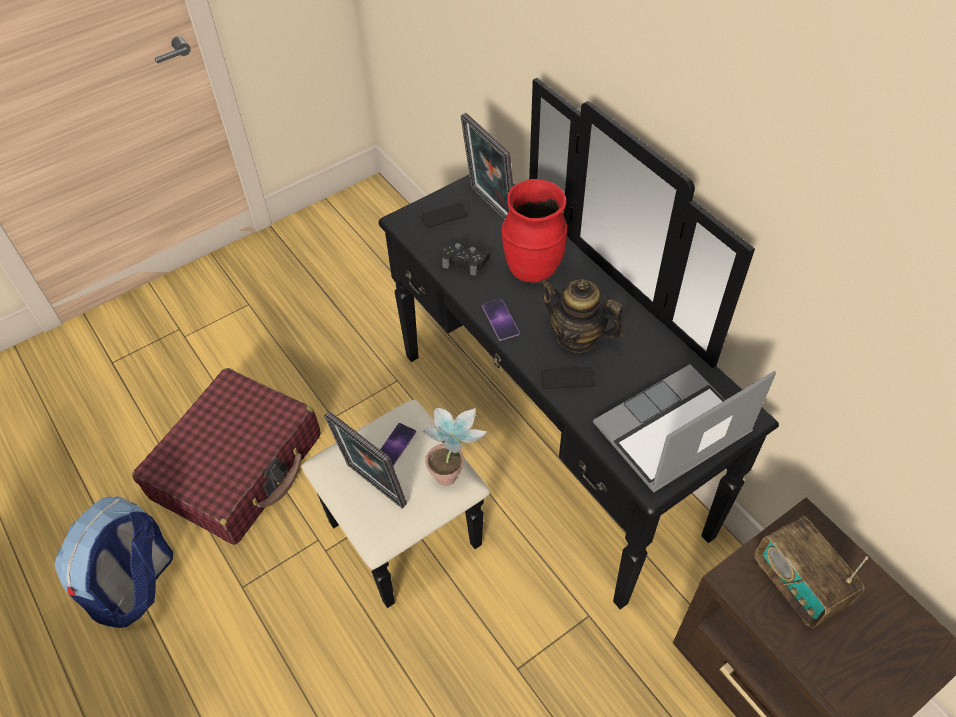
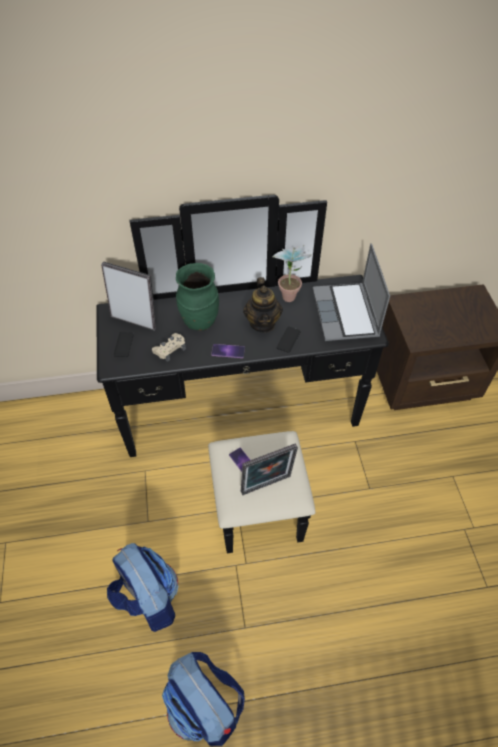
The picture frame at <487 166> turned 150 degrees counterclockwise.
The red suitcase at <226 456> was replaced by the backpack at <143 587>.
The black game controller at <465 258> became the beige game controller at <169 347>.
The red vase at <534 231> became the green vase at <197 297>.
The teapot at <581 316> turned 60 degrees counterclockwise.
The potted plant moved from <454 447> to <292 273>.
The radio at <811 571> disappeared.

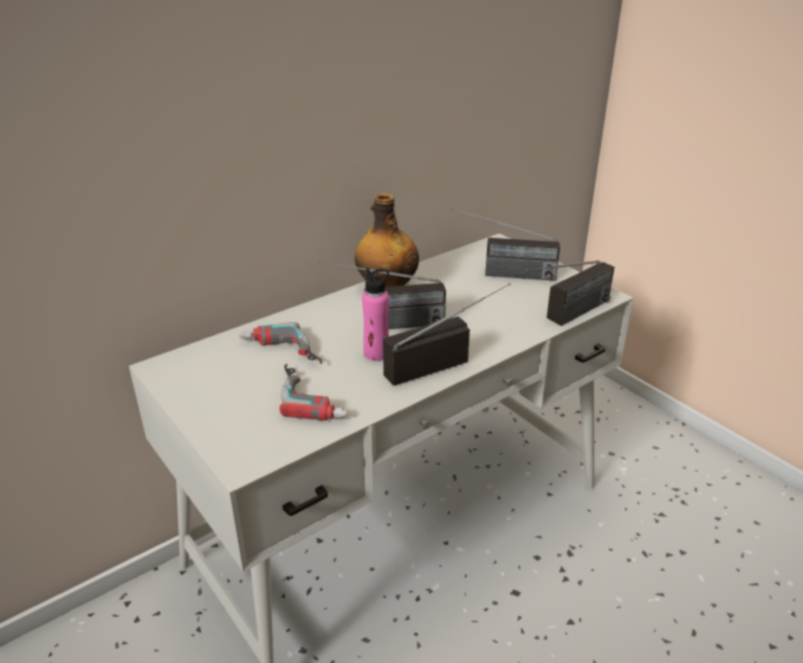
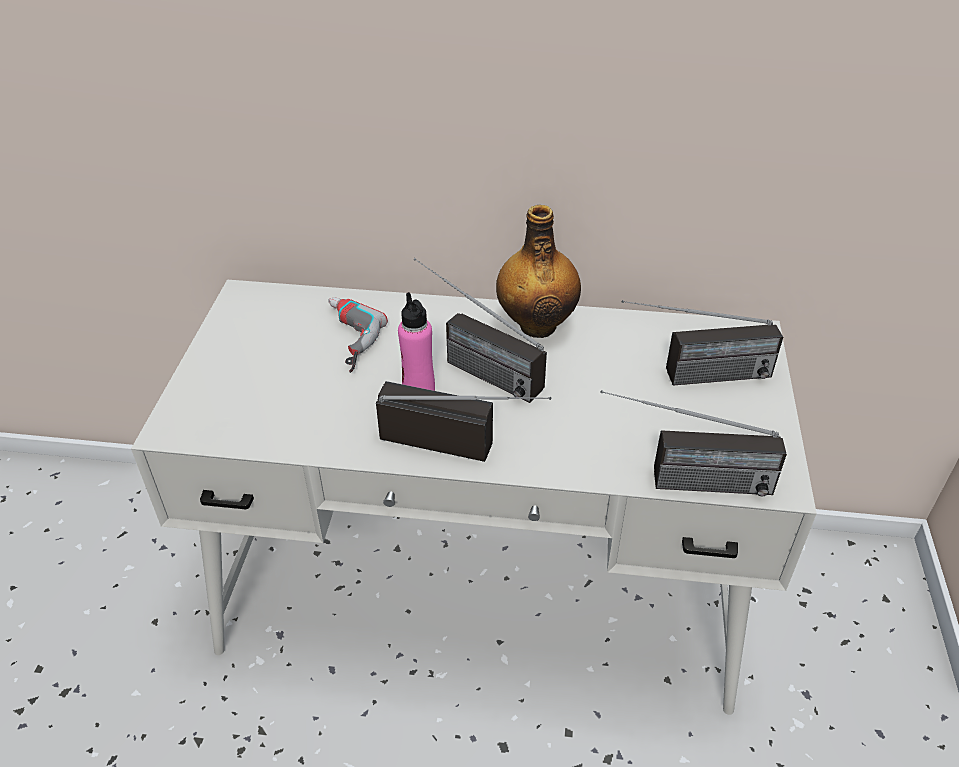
The radio at <505 244> turned 60 degrees counterclockwise.
The power drill at <314 392> disappeared.

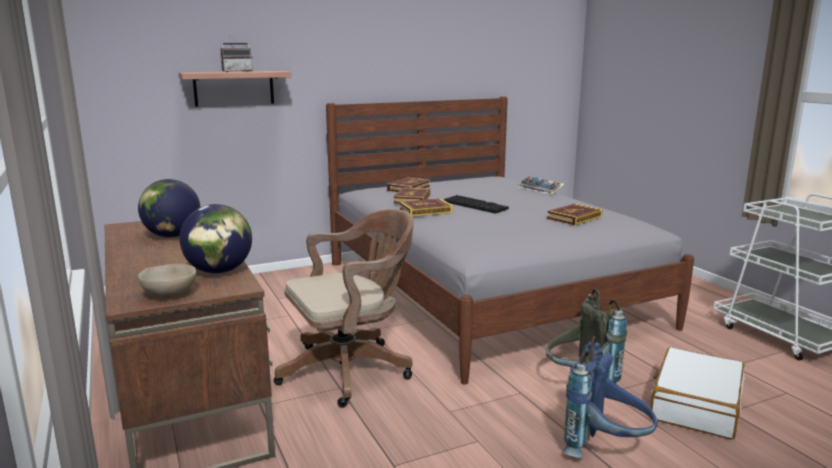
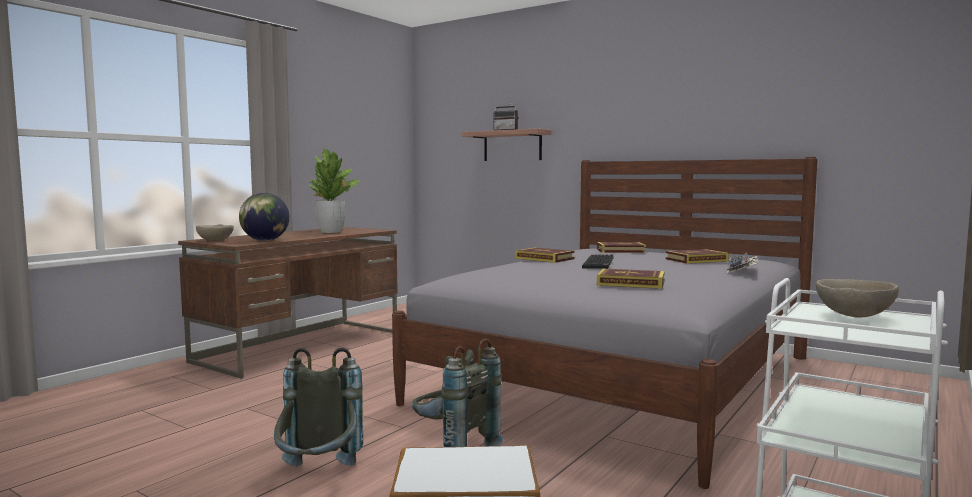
The blue backpack at <610 397> became the grey backpack at <318 407>.
The globe at <169 208> was replaced by the potted plant at <334 191>.
The book moved from <412 195> to <697 256>.
The beige bowl at <857 298> appeared.
The brown office chair at <344 308> disappeared.

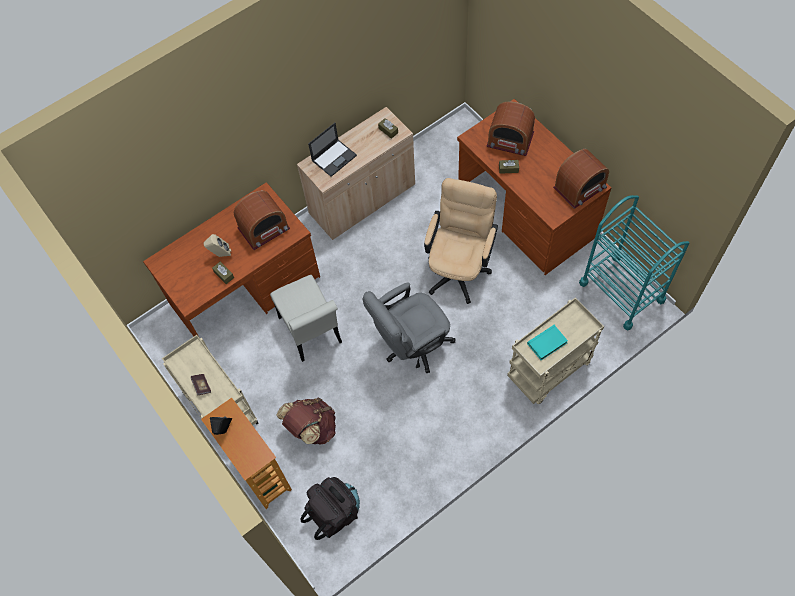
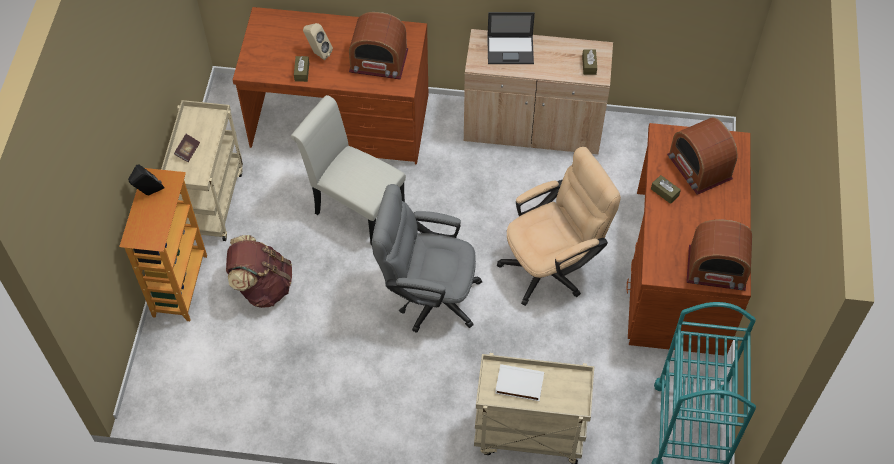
The white chair at <306 318> turned 105 degrees clockwise.
The turquoise book at <547 342> became the white book at <519 382>.
The black backpack at <330 508> disappeared.

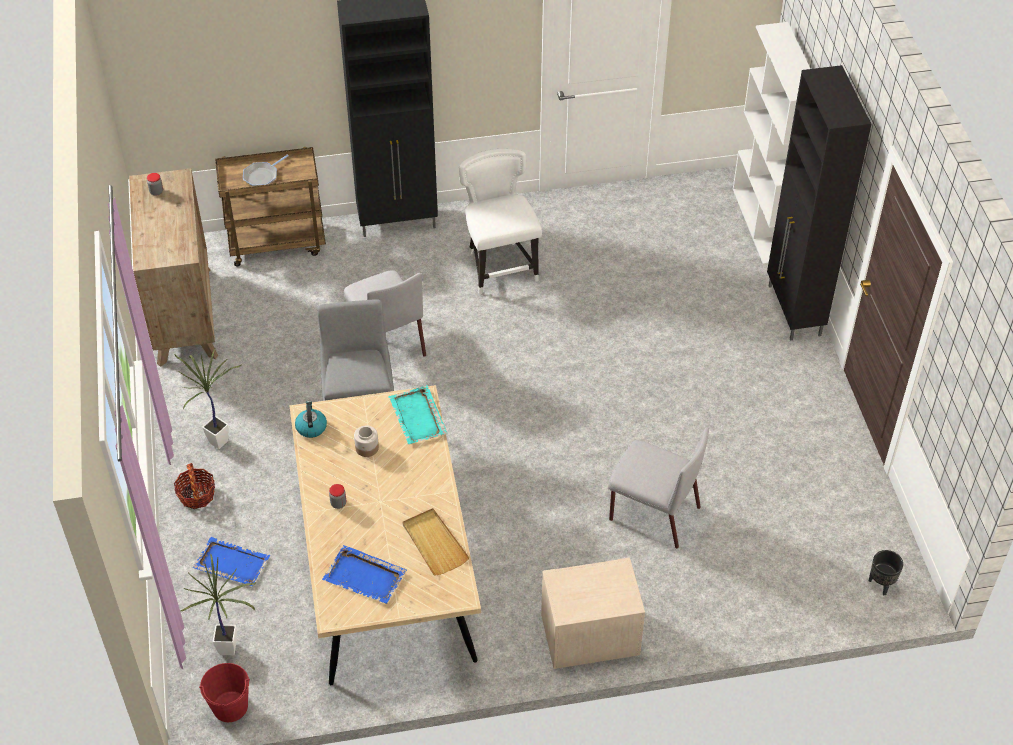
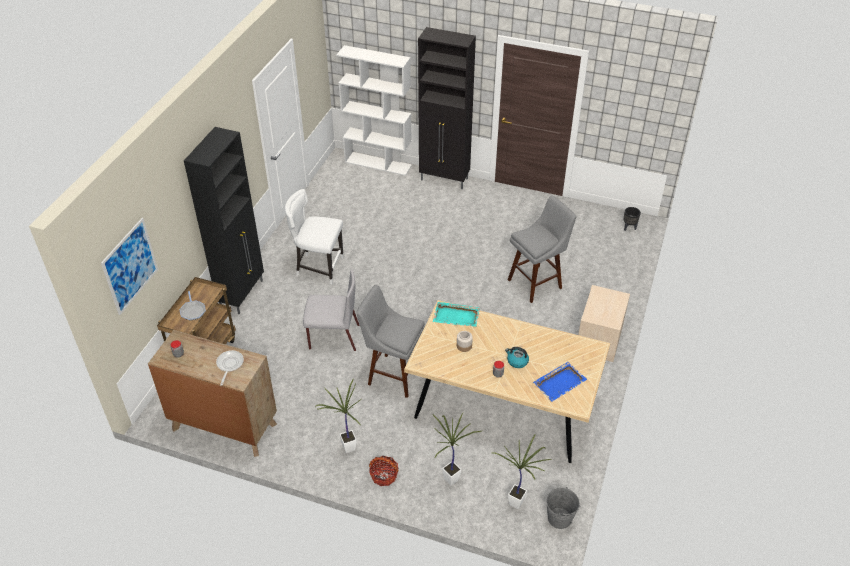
The picture at <129 266> appeared.
The frying pan at <230 368> appeared.
The blue tray at <231 561> was replaced by the potted plant at <457 449>.
The kettle moved from <311 419> to <517 357>.
The grey chair at <658 487> was replaced by the grey stool at <542 249>.
The red bucket at <224 692> became the grey bucket at <563 508>.
The beige tray at <435 542> disappeared.

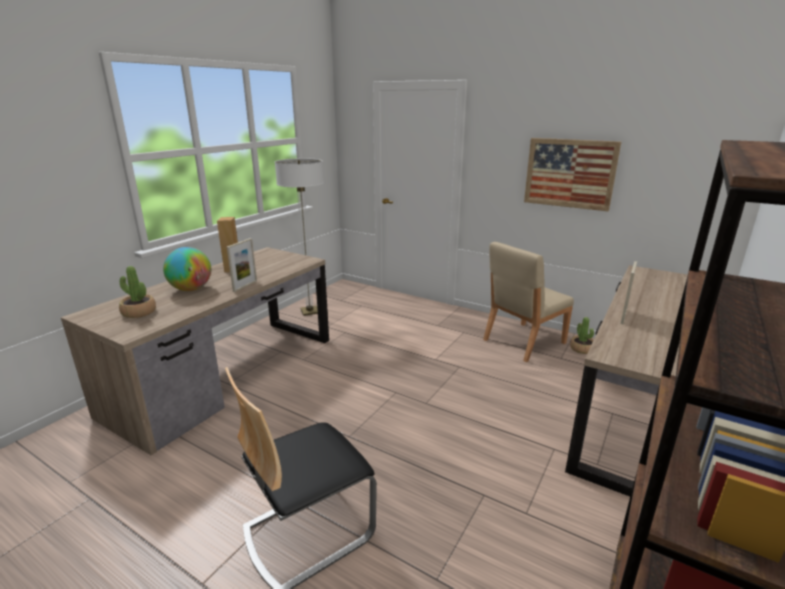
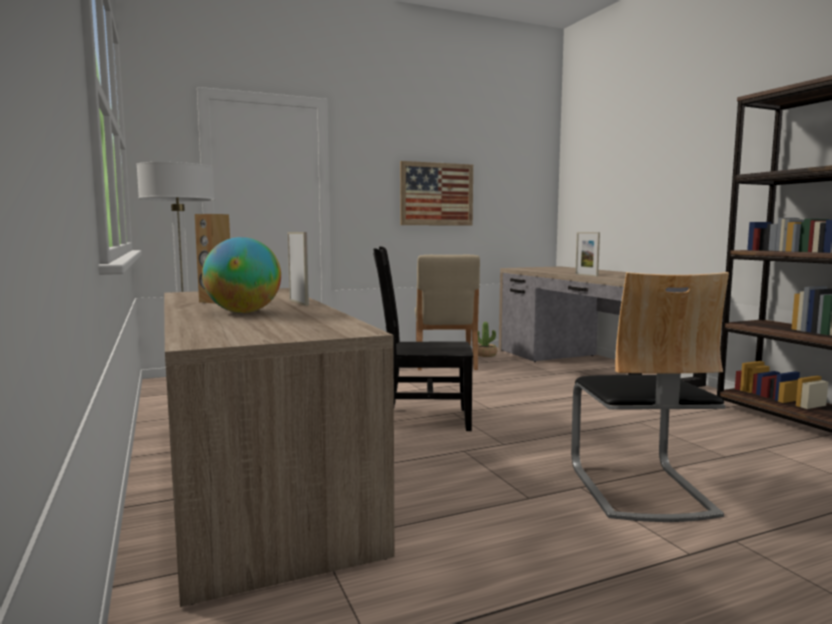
The black chair at <423 338> appeared.
The potted plant at <137 292> disappeared.

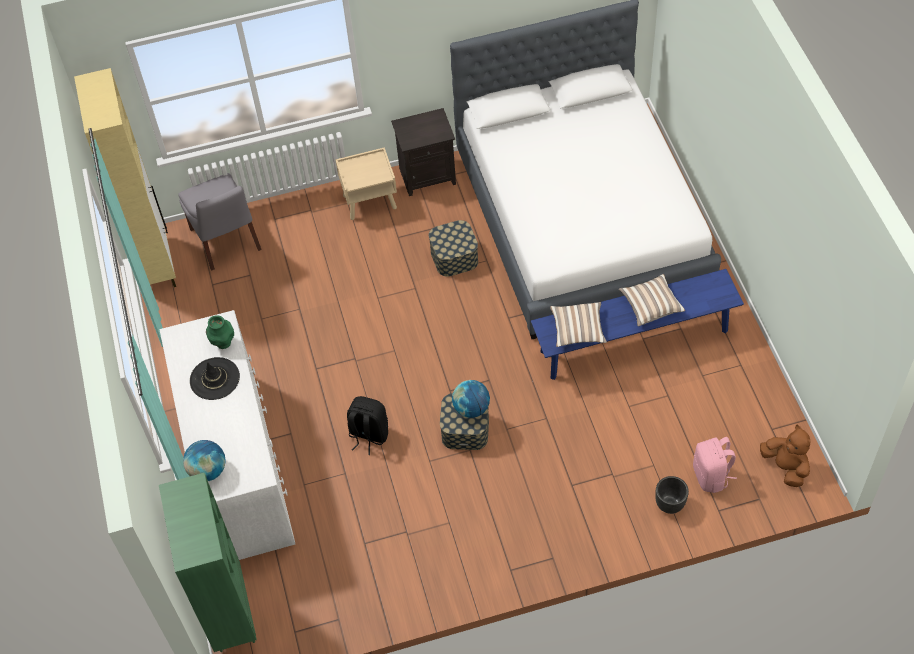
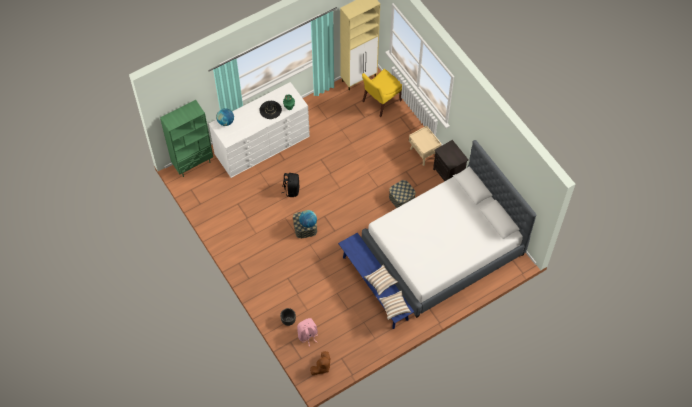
The grey chair at <220 222> became the yellow chair at <382 93>.
The pillow moved from <578 324> to <395 305>.

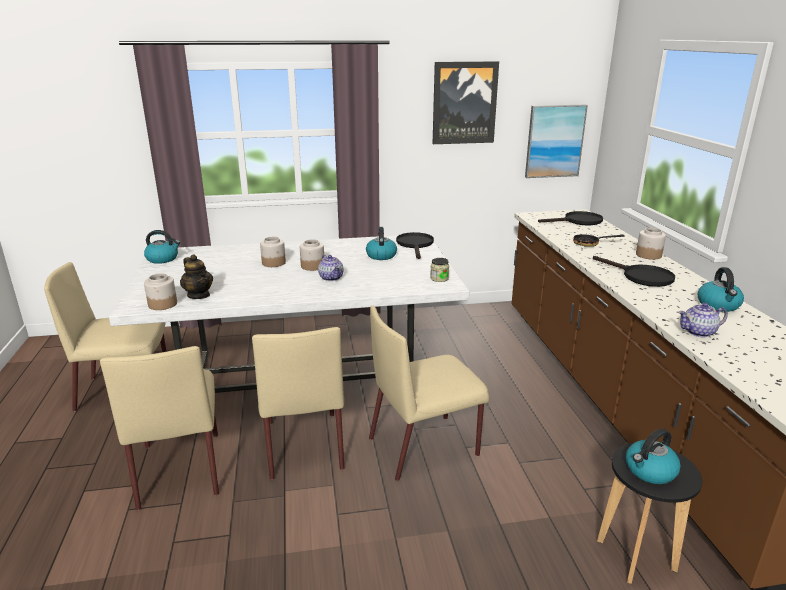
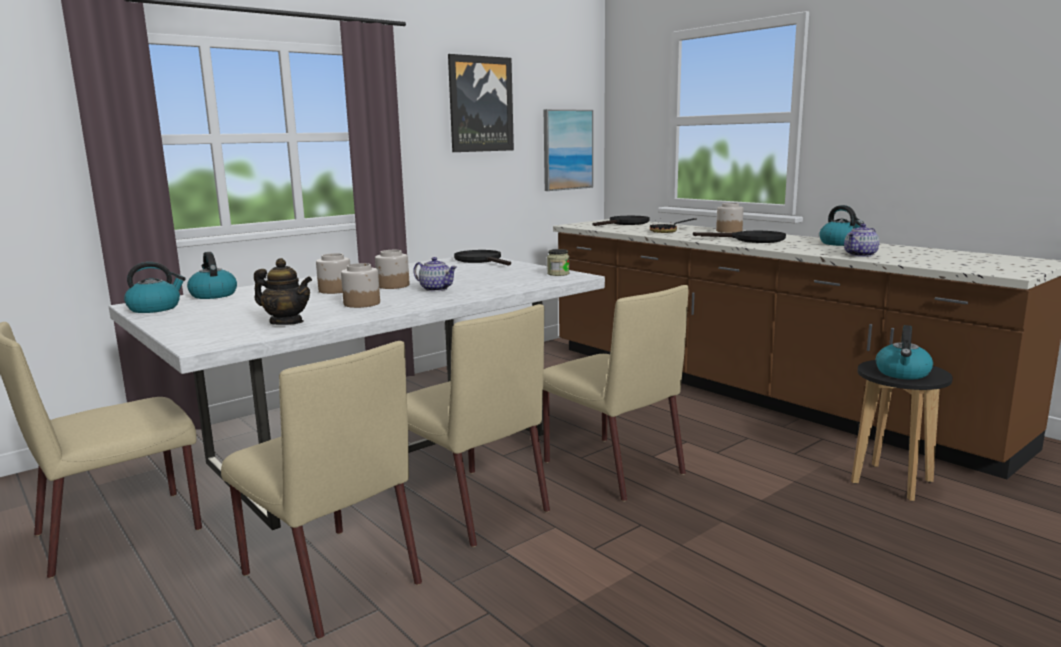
The kettle moved from <381 243> to <212 275>.
The jar moved from <160 291> to <360 285>.
The beige chair at <429 393> turned 75 degrees counterclockwise.

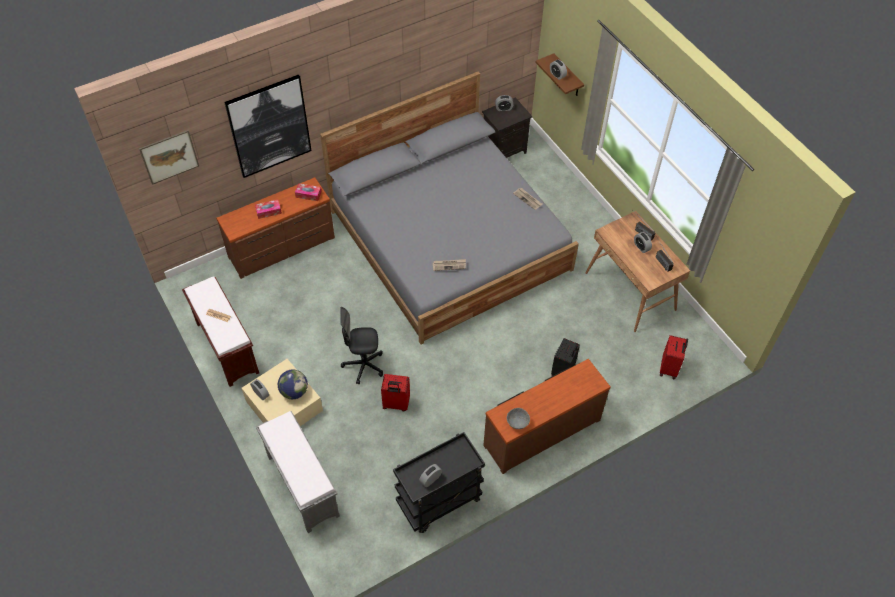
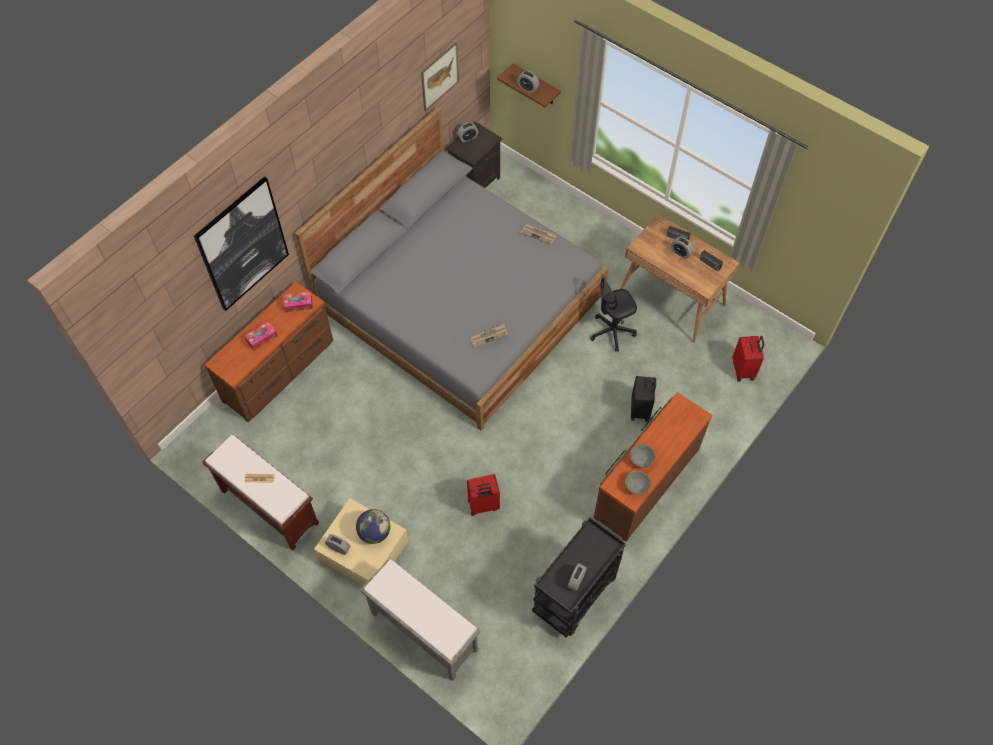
The picture moved from <169 157> to <440 76>.
The black office chair moved from <361 345> to <613 313>.
The grey bowl at <643 456> appeared.

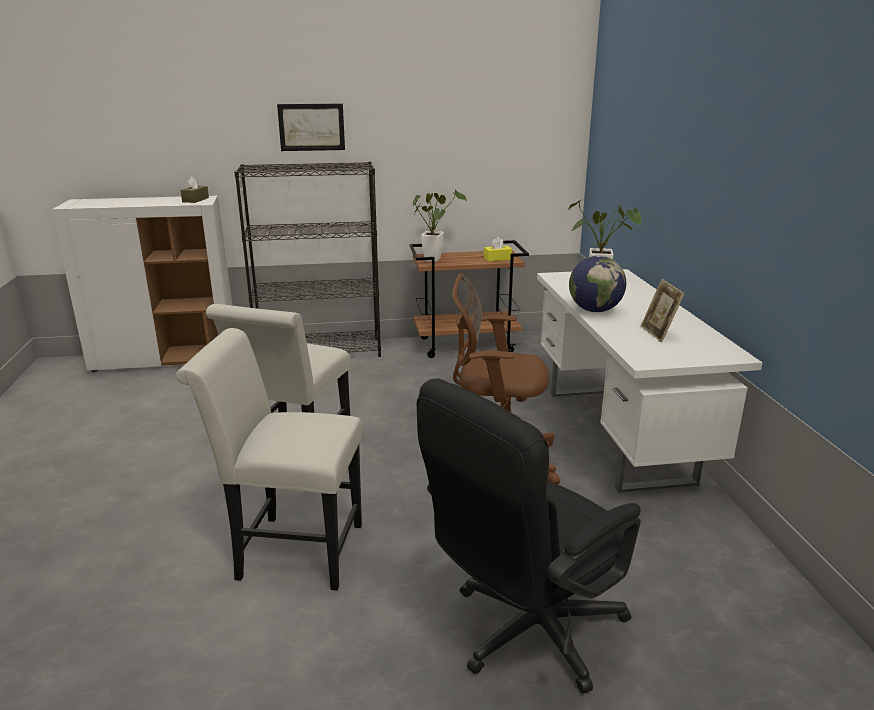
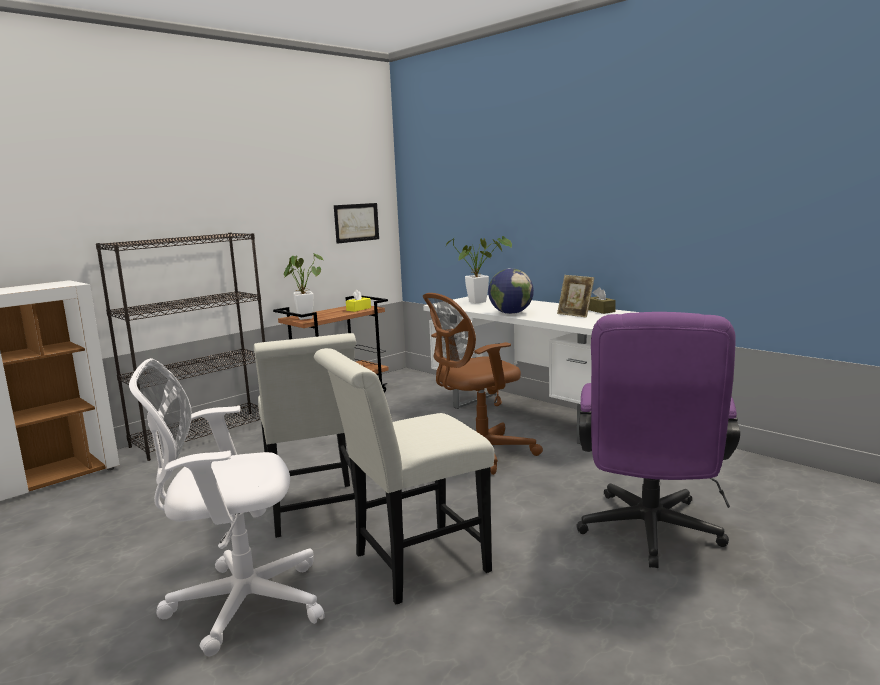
The white office chair at <227 507> appeared.
The picture moved from <311 127> to <356 223>.
The black office chair at <529 536> became the purple office chair at <658 440>.
The brown tissue box moved from <194 189> to <602 300>.

